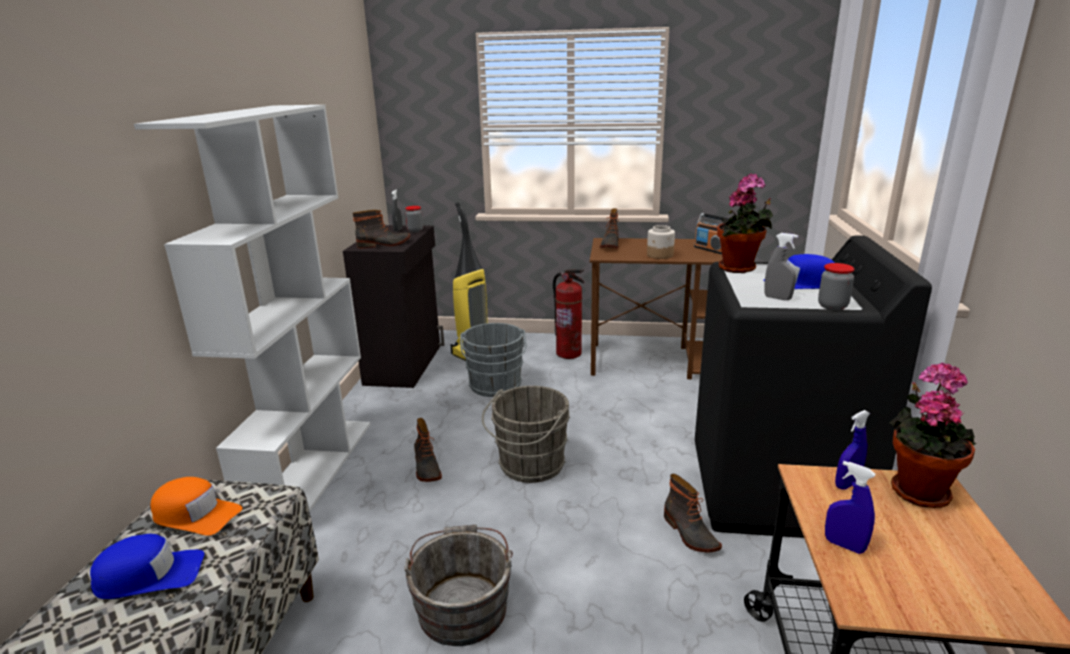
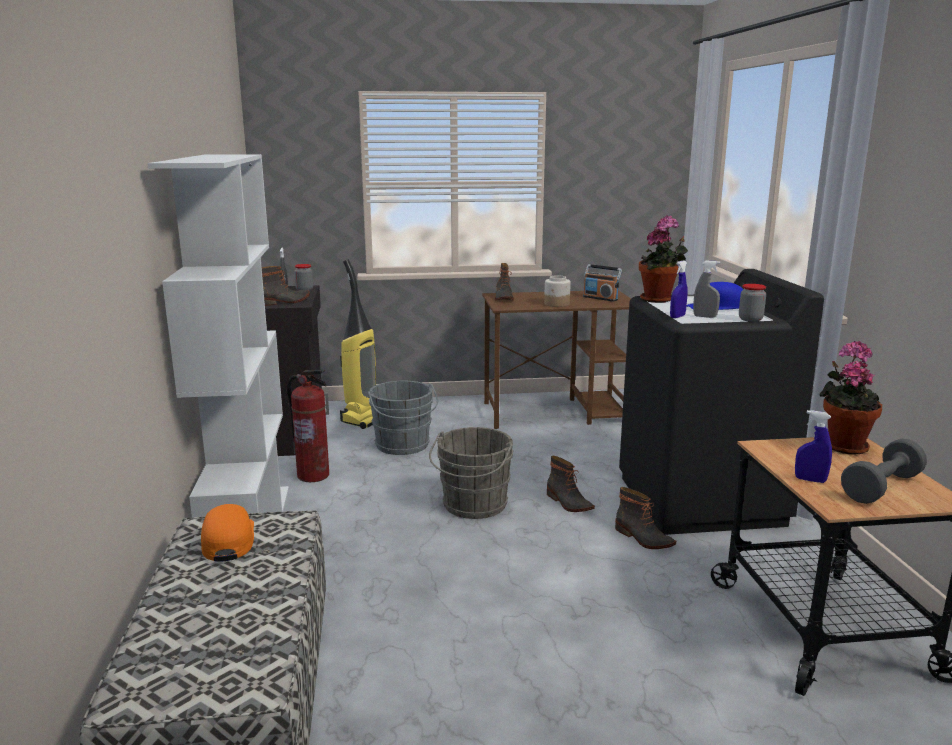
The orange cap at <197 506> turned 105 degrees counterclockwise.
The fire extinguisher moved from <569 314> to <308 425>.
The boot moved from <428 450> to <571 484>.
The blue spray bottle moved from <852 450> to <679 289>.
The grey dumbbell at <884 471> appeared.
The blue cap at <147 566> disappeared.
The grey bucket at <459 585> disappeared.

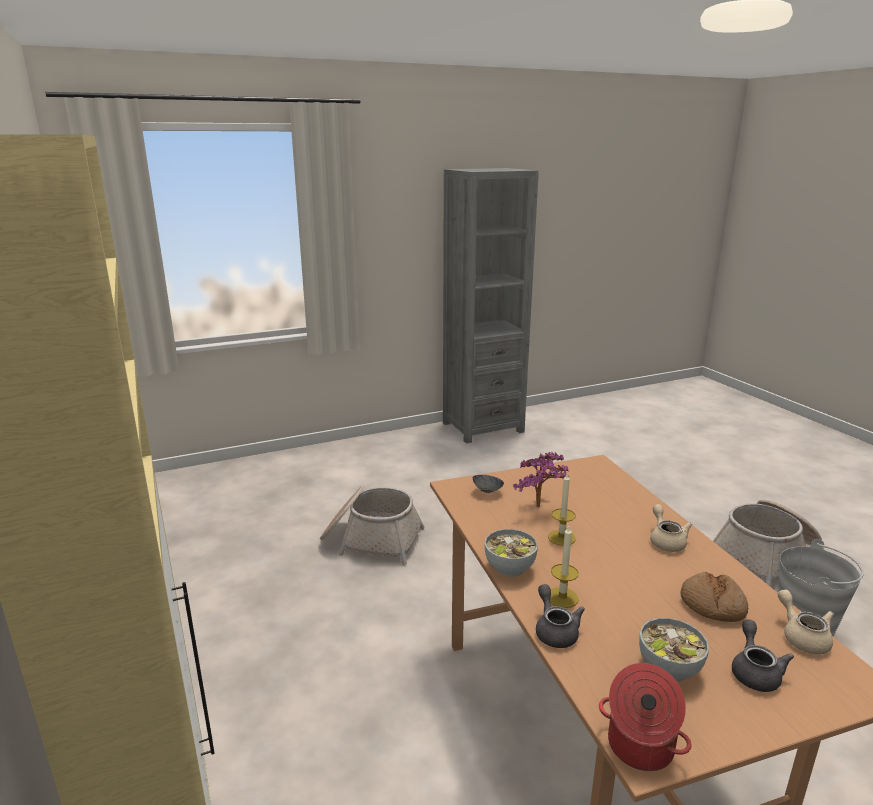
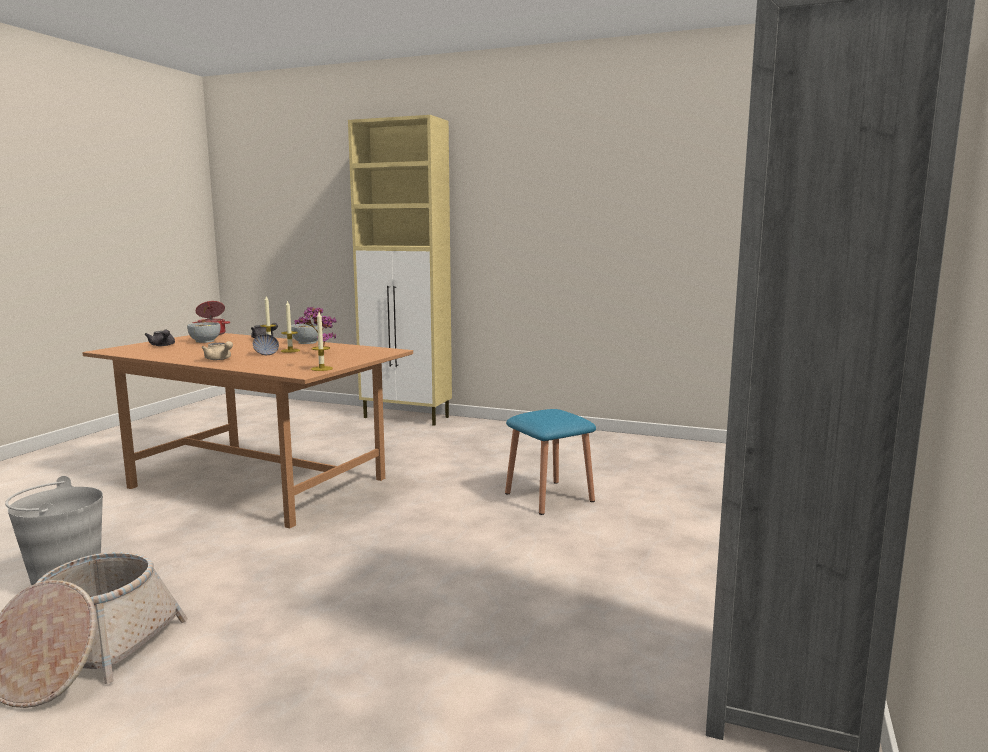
The bowl moved from <488 484> to <266 344>.
The candle at <322 341> appeared.
The basket at <372 525> was replaced by the blue stool at <550 462>.
The bread at <714 597> disappeared.
The beige teapot at <806 622> disappeared.

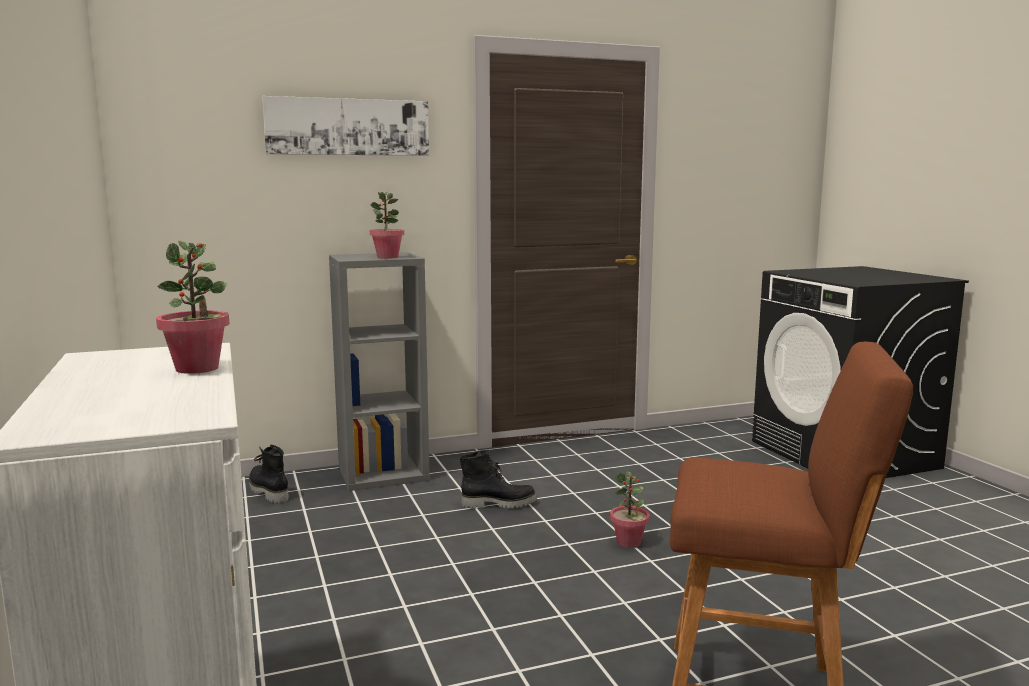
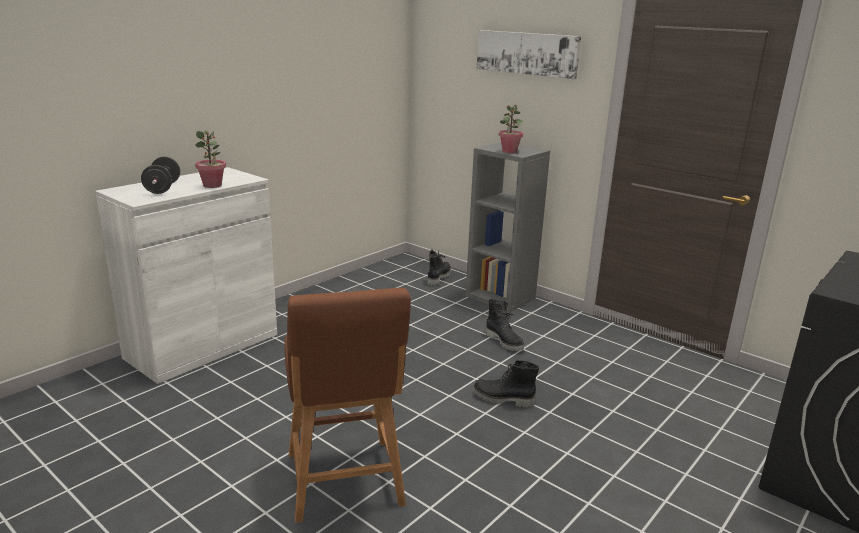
The black dumbbell at <160 175> appeared.
The potted plant at <630 509> was replaced by the black boot at <505 384>.

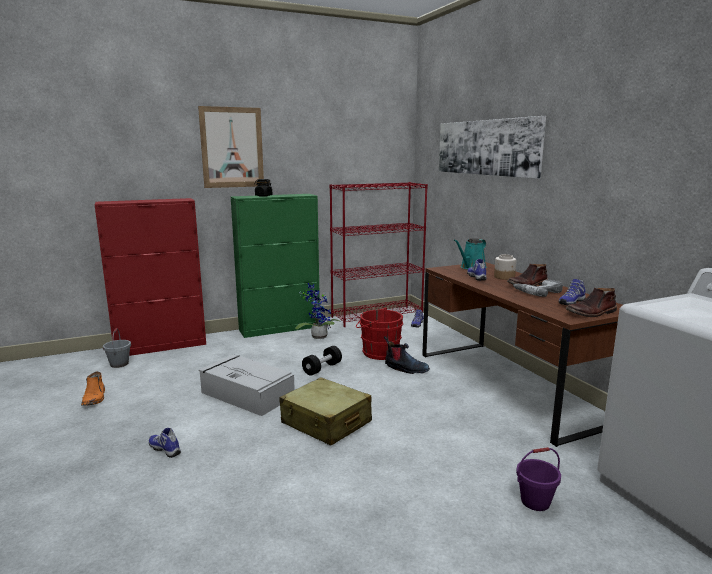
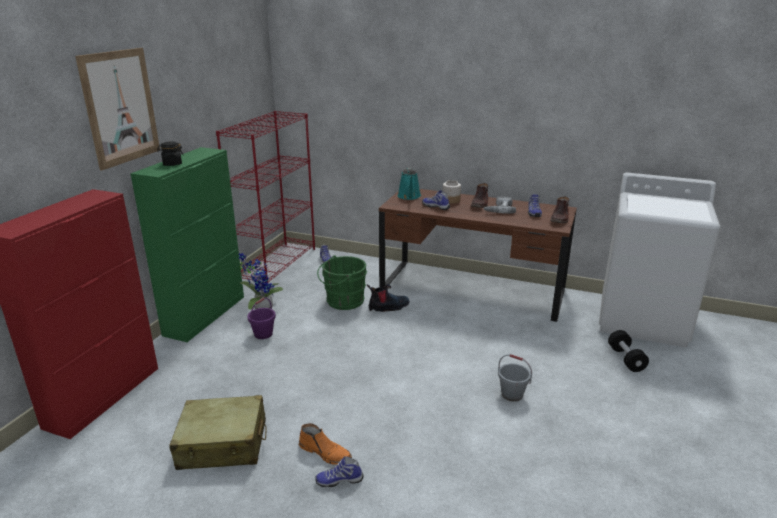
The beige suitcase moved from <325 411> to <218 432>.
The purple bucket moved from <538 479> to <261 318>.
The orange boot moved from <93 389> to <325 444>.
The red bucket at <380 333> became the green bucket at <342 282>.
The grey bucket moved from <117 348> to <515 377>.
The black dumbbell moved from <322 361> to <628 351>.
The grey storage box at <247 385> disappeared.
The picture at <492 147> disappeared.

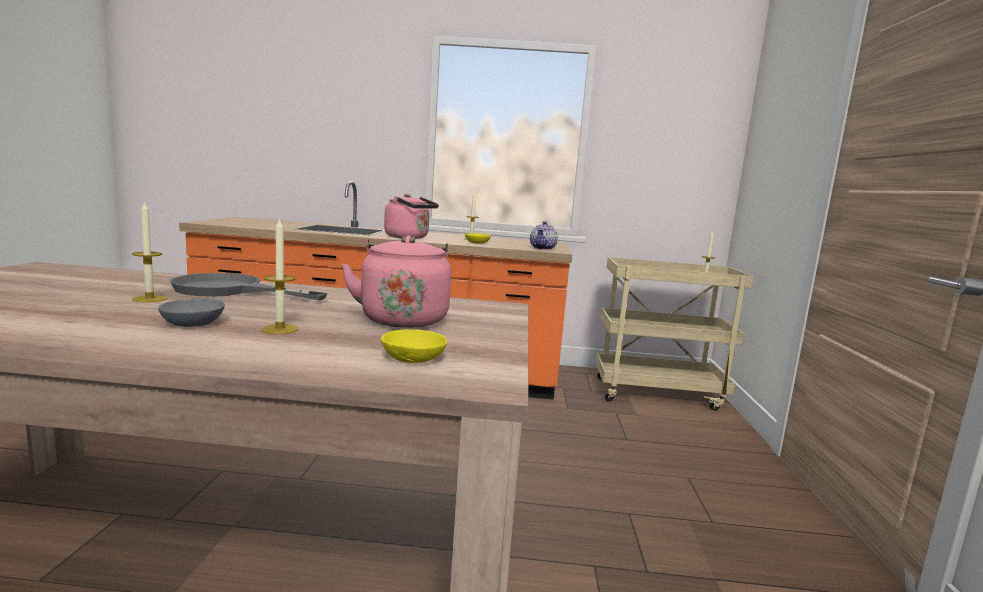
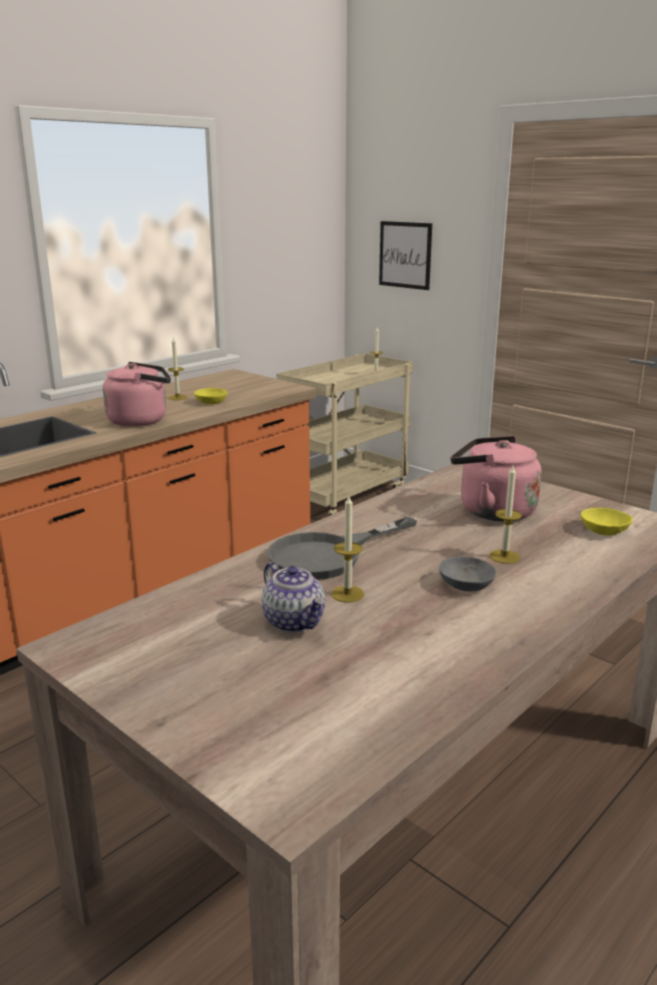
The teapot moved from <544 235> to <293 597>.
The picture at <405 255> appeared.

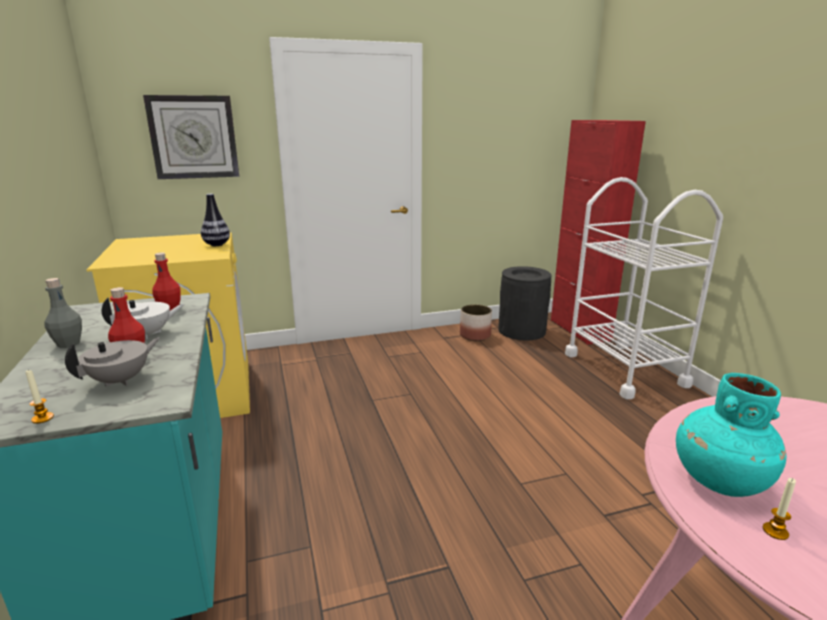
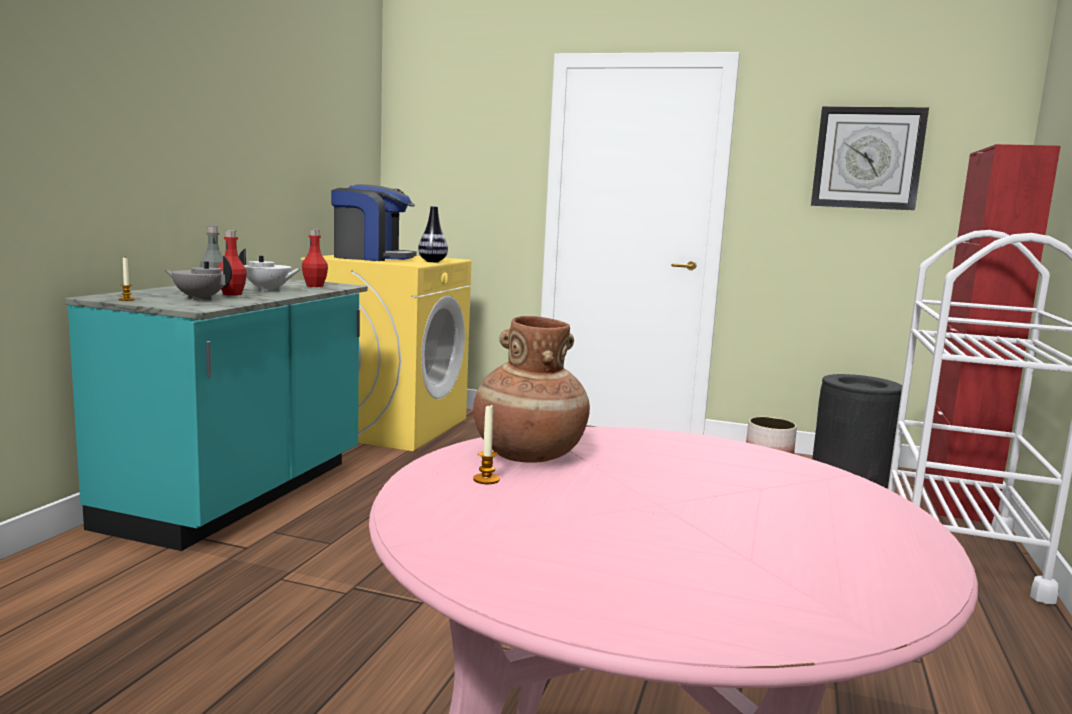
The grey teapot at <112 361> turned 150 degrees counterclockwise.
The coffee machine at <374 222> appeared.
The turquoise vase at <731 435> became the brown vase at <531 389>.
The wall clock moved from <191 137> to <870 158>.

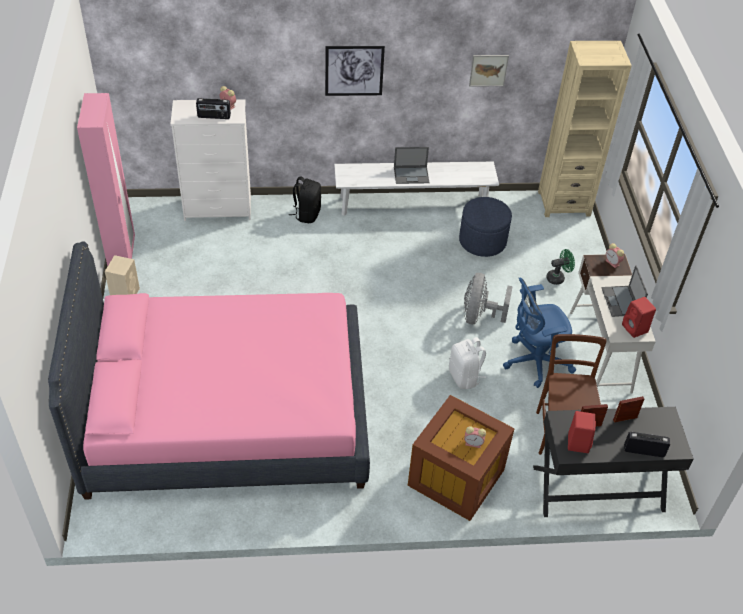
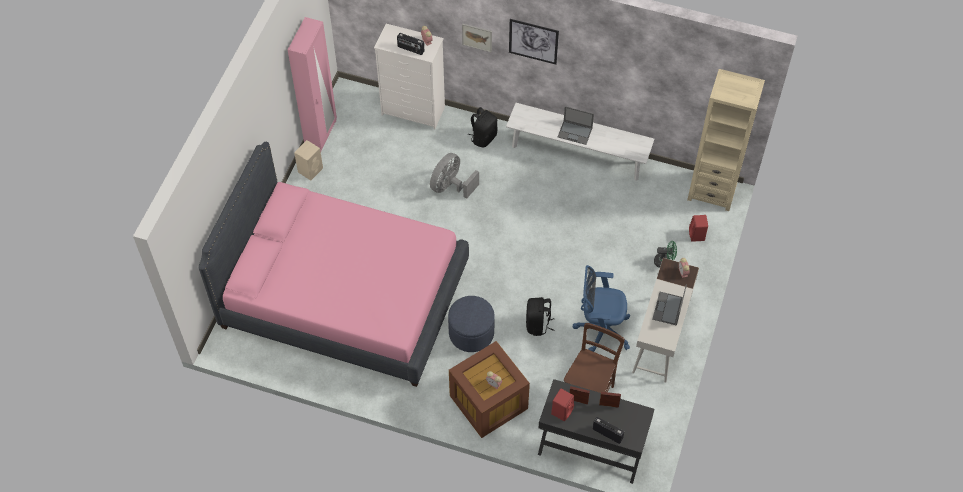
The grey fan moved from <488 298> to <454 176>.
The blue ottoman moved from <485 227> to <471 324>.
The picture moved from <489 71> to <477 38>.
The white backpack at <467 363> became the black backpack at <540 316>.
The red speaker moved from <639 317> to <698 228>.

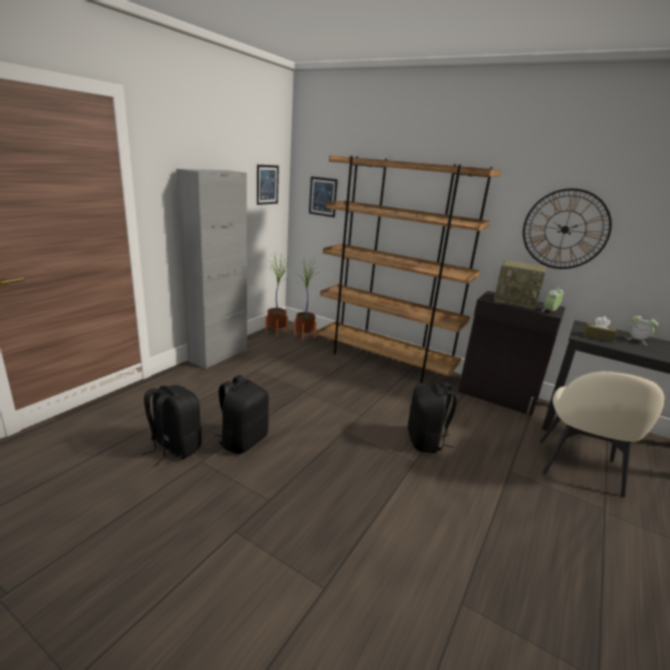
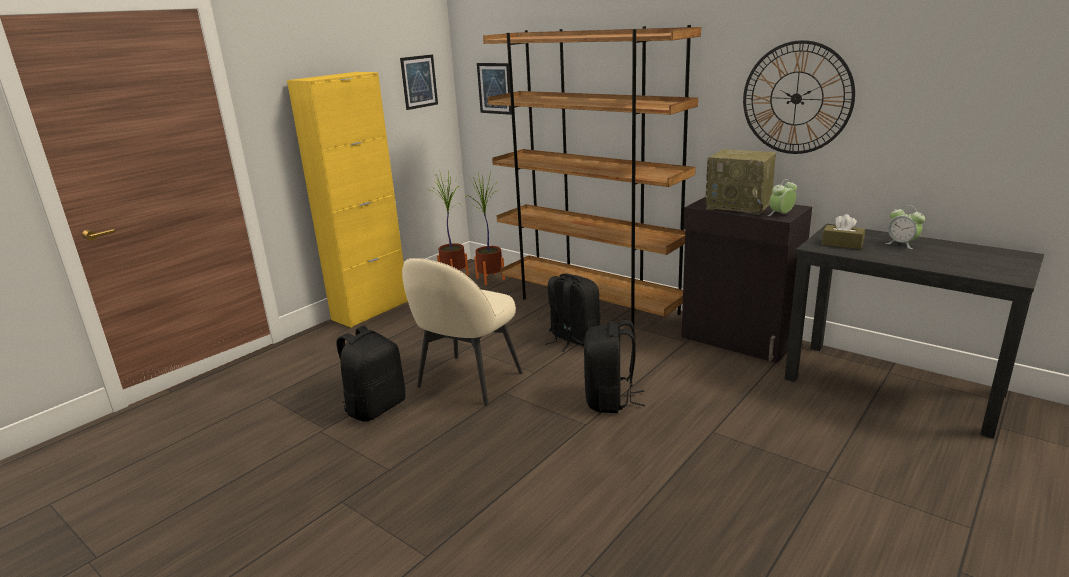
The grey cabinet at <211 269> became the yellow cabinet at <347 200>.
The beige chair moved from <602 434> to <462 332>.
The black backpack moved from <172 425> to <573 312>.

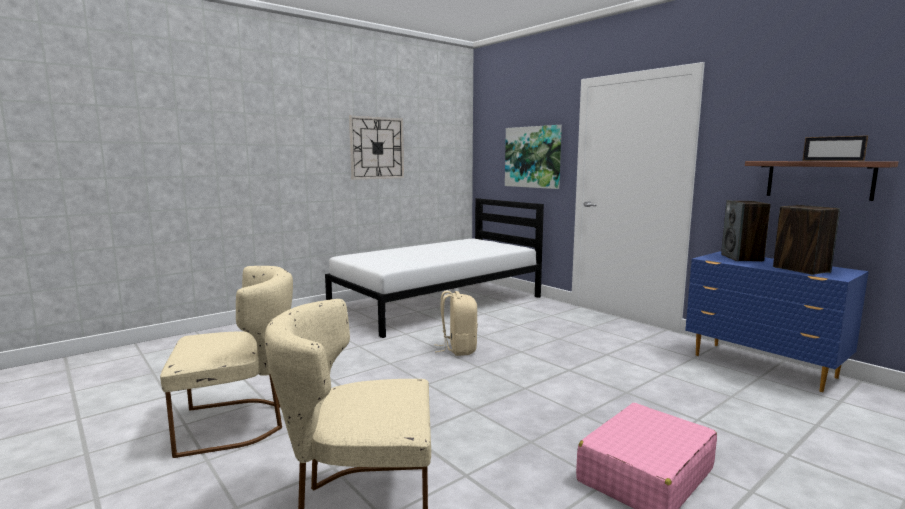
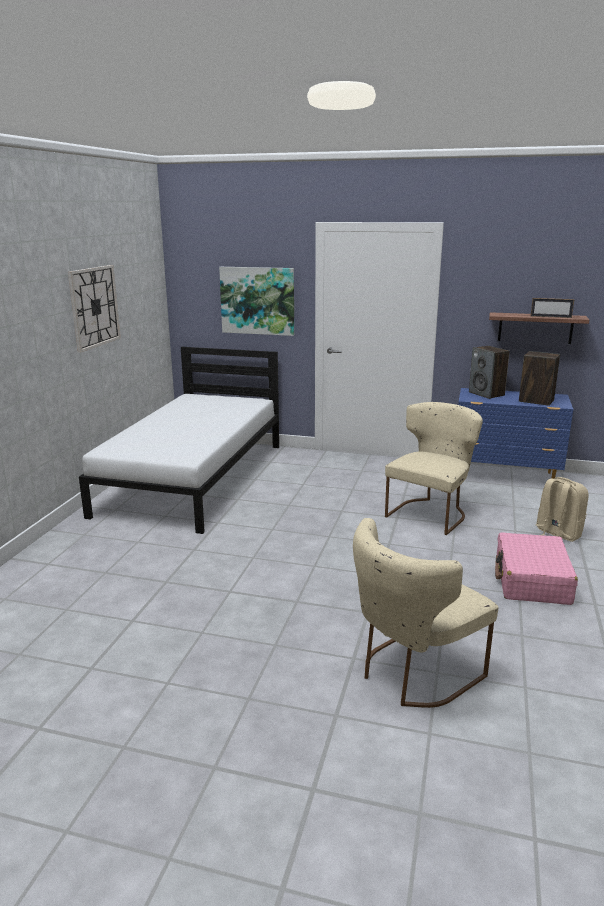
The beige chair moved from <226 362> to <434 468>.
The beige backpack moved from <456 323> to <562 509>.

